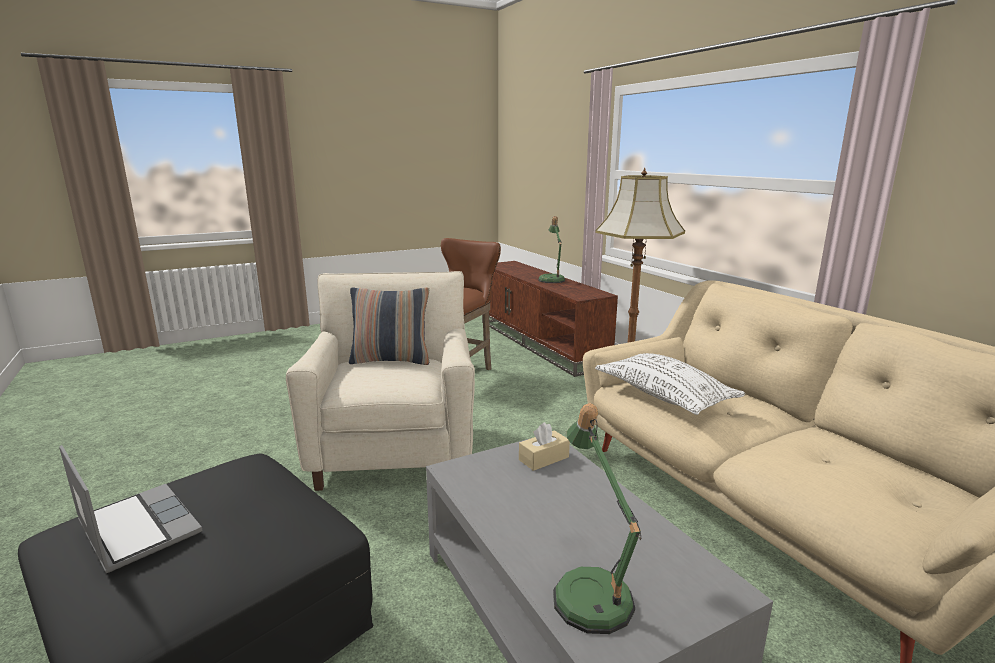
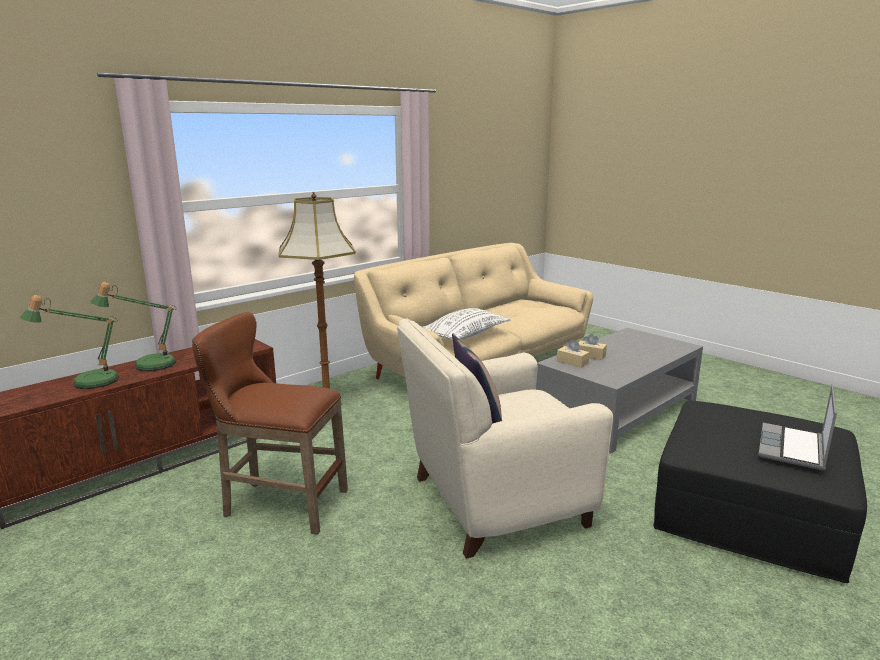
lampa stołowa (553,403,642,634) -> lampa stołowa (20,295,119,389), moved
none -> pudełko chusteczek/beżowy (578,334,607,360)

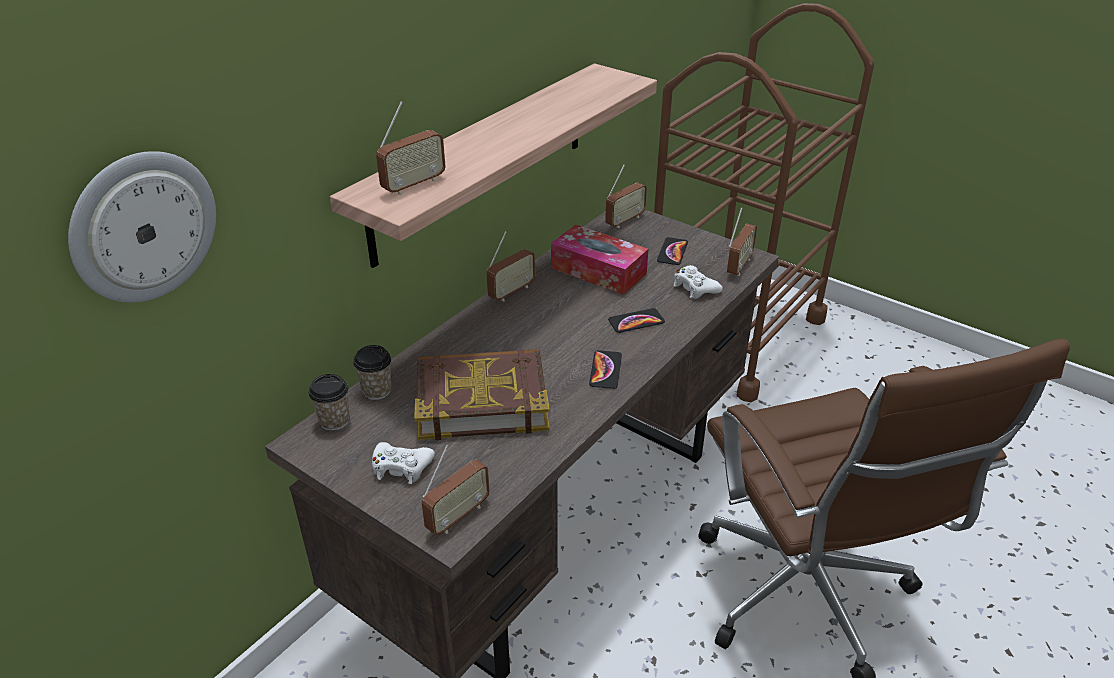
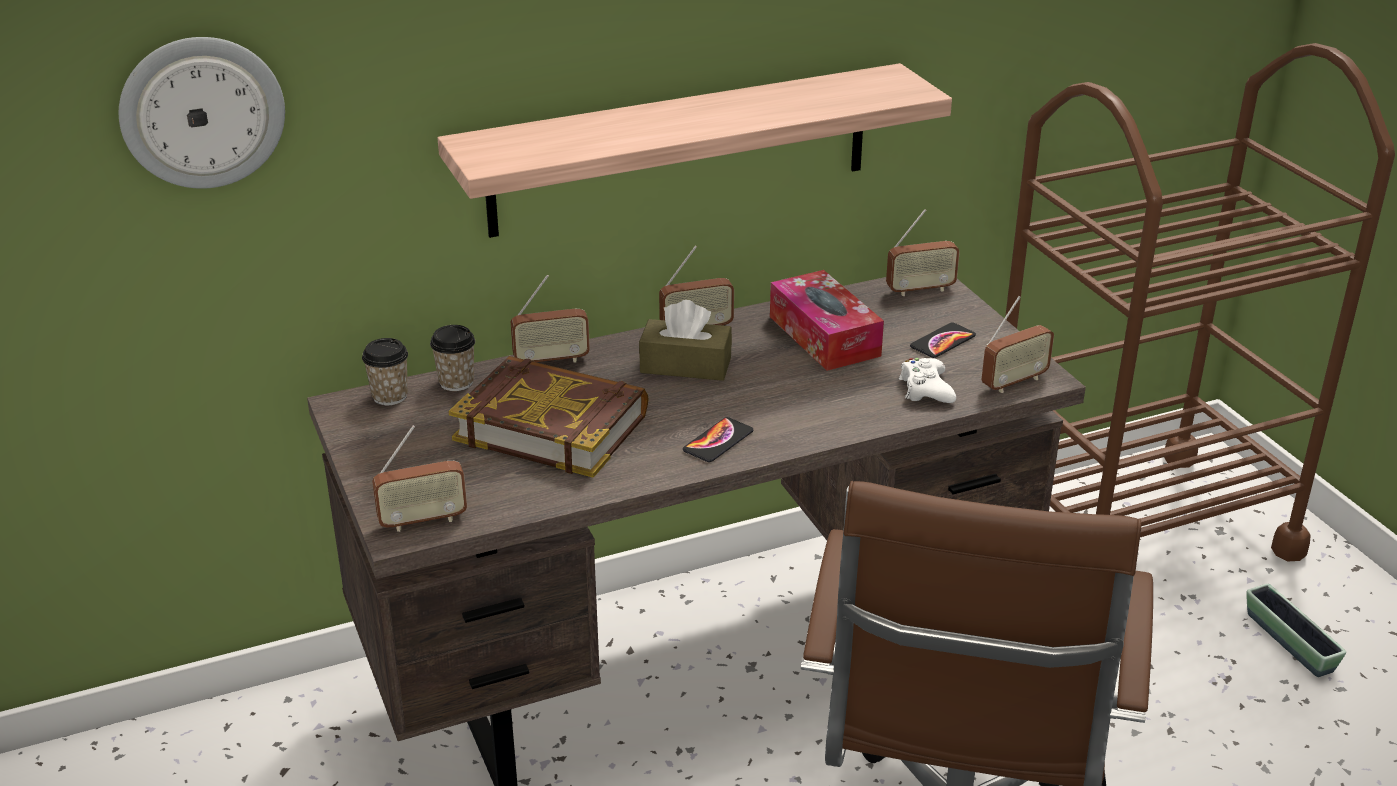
pad do gier/biały (372,442,435,484) -> none
radio (376,101,446,195) -> radio (511,275,590,363), moved
telefon (608,308,665,333) -> none
none -> pudełko chusteczek/brązowy (639,300,732,381)
none -> donica (1246,584,1346,677)

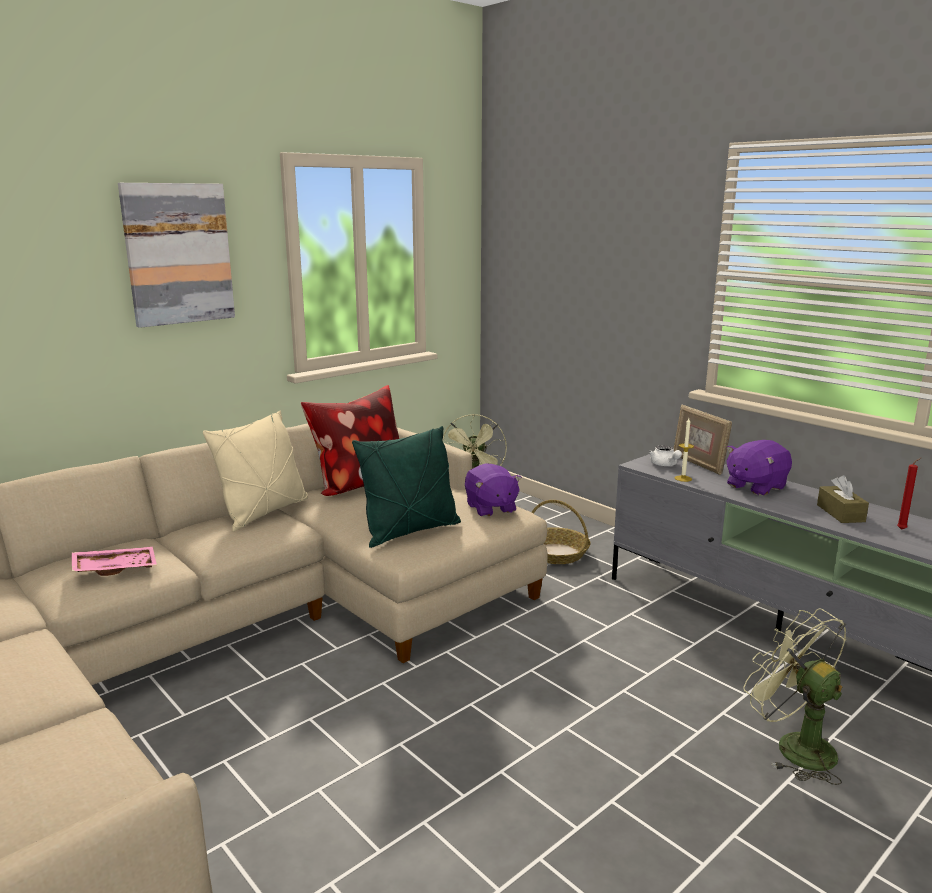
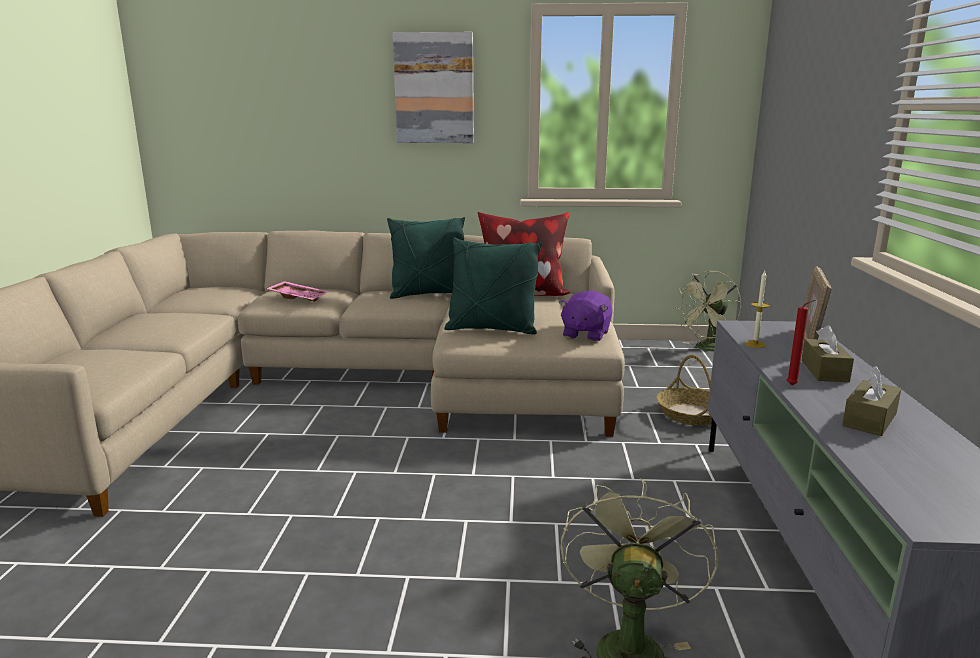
poduszka/beżowy (203,410,308,532) -> poduszka/zielony (387,217,465,299)
imbryk/biały (649,445,682,466) -> none
pluszak/fioletowy (726,440,792,496) -> pudełko chusteczek/brązowy (801,325,854,382)
świeca/czerwony (897,458,921,530) -> świeca/czerwony (787,300,815,385), moved

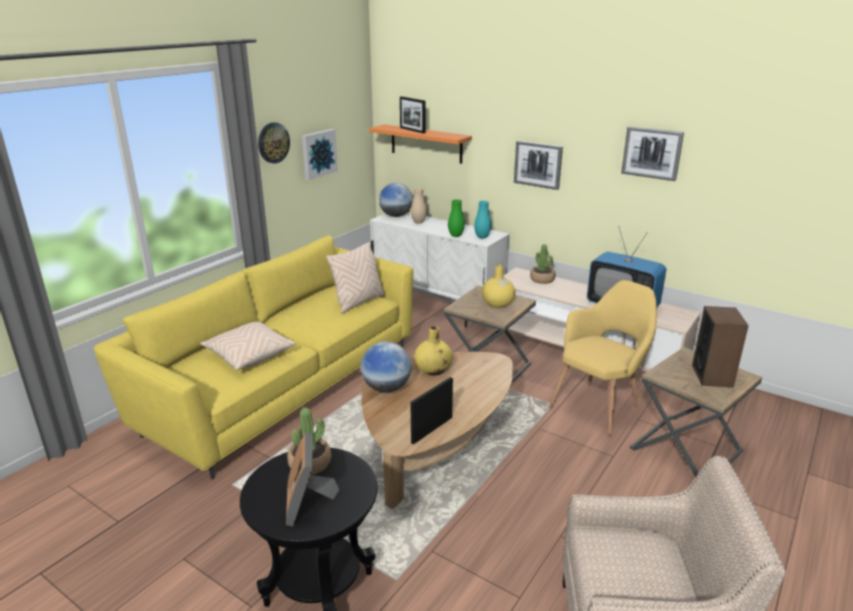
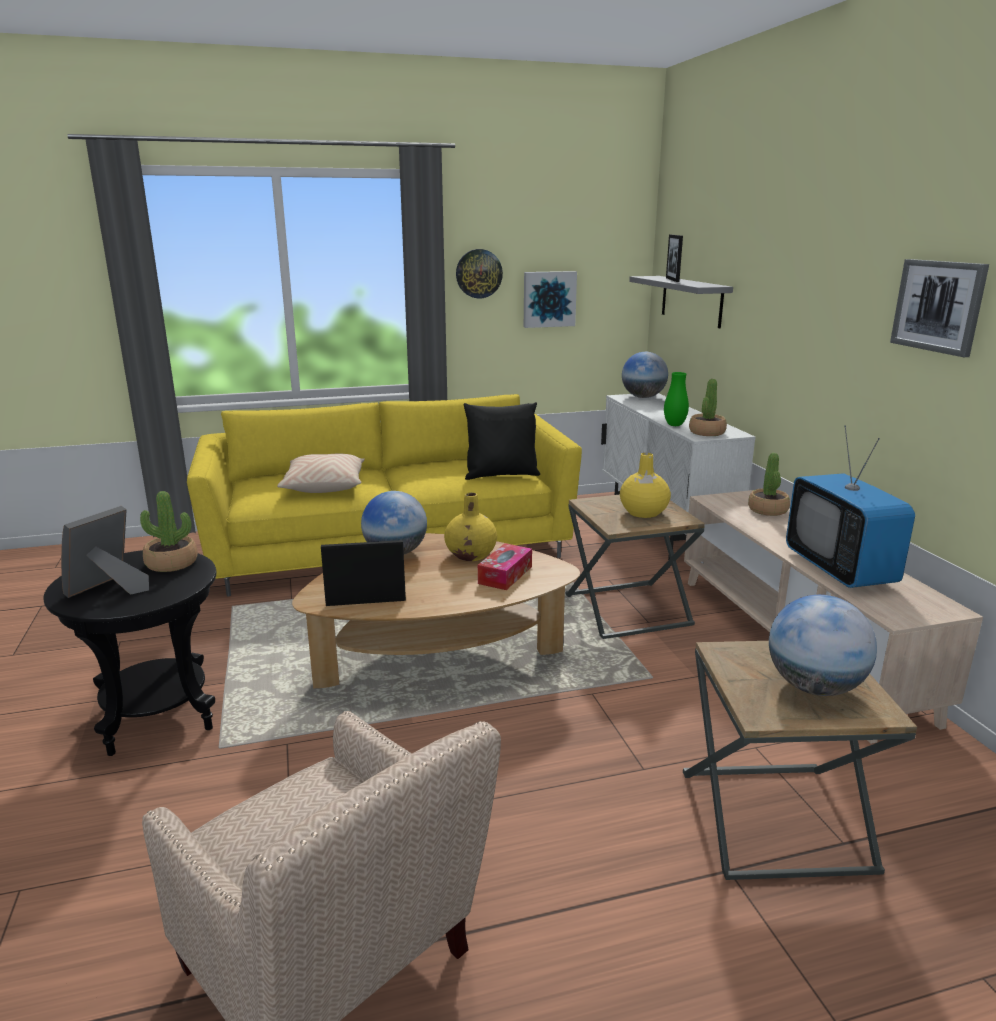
poduszka/beżowy (326,241,385,314) -> poduszka/czarny (464,402,540,480)
półka/pomarańczowy (369,124,472,164) -> półka/szary (629,276,733,329)
wazon/beżowy (411,188,427,224) -> none
wazon/turkusowy (474,201,491,238) -> roślina doniczkowa (689,379,727,436)
obraz (514,141,563,190) -> none
fotel/żółty (549,280,657,437) -> none
głośnik (692,306,749,388) -> globus (769,595,877,696)
none -> pudełko chusteczek (478,543,532,590)

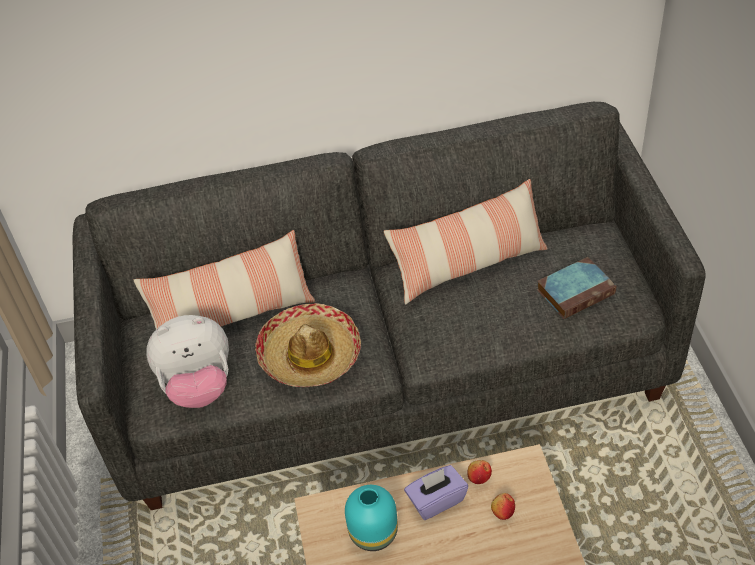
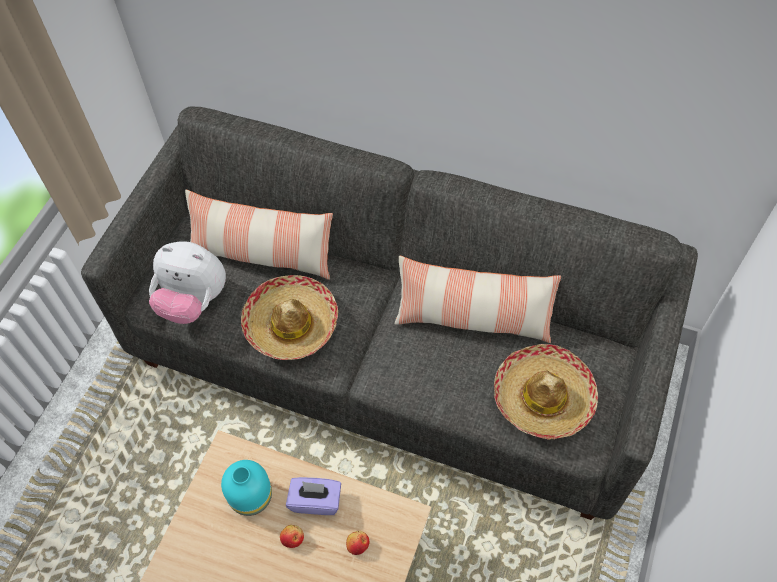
jabłko (467,460,492,484) -> jabłko (280,525,304,548), moved
książka (537,257,616,319) -> kapelusz (494,344,598,440)

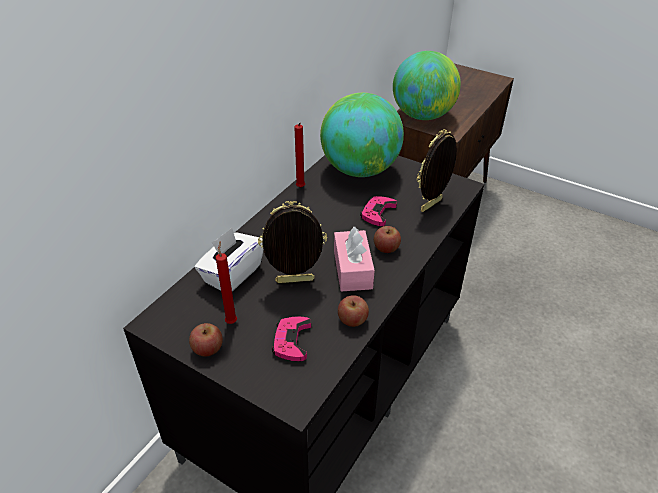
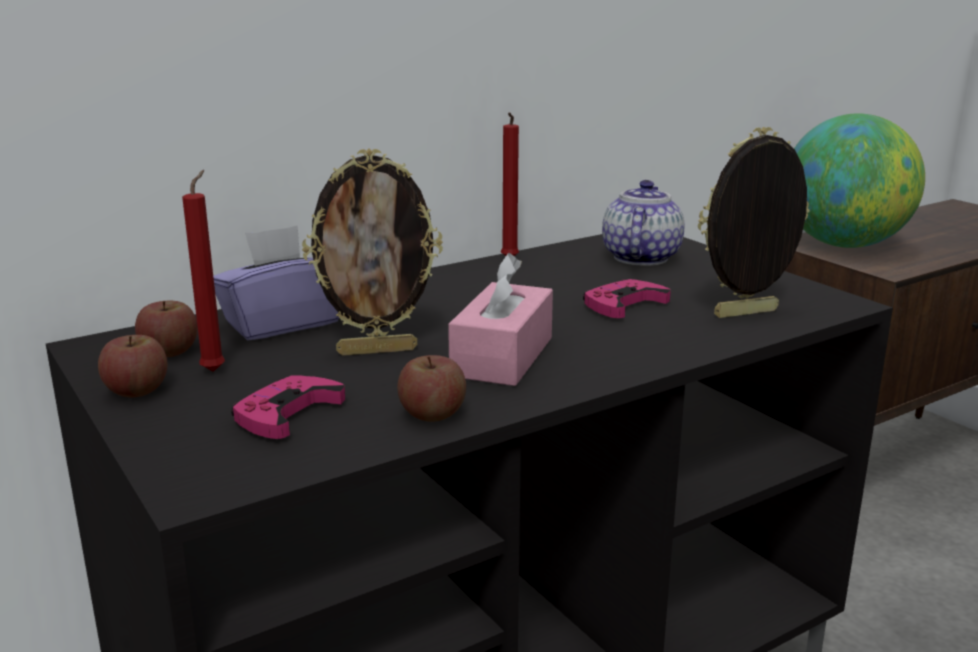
pudełko chusteczek/biały (195,228,263,291) -> pudełko chusteczek/fioletowy (213,225,339,340)
ramka na zdjęcie (258,201,327,283) -> ramka na zdjęcie (302,148,443,356), 150 degrees clockwise
globus (320,93,404,177) -> imbryk (602,180,684,266)
jabłko (374,226,401,253) -> jabłko (135,301,198,357), moved

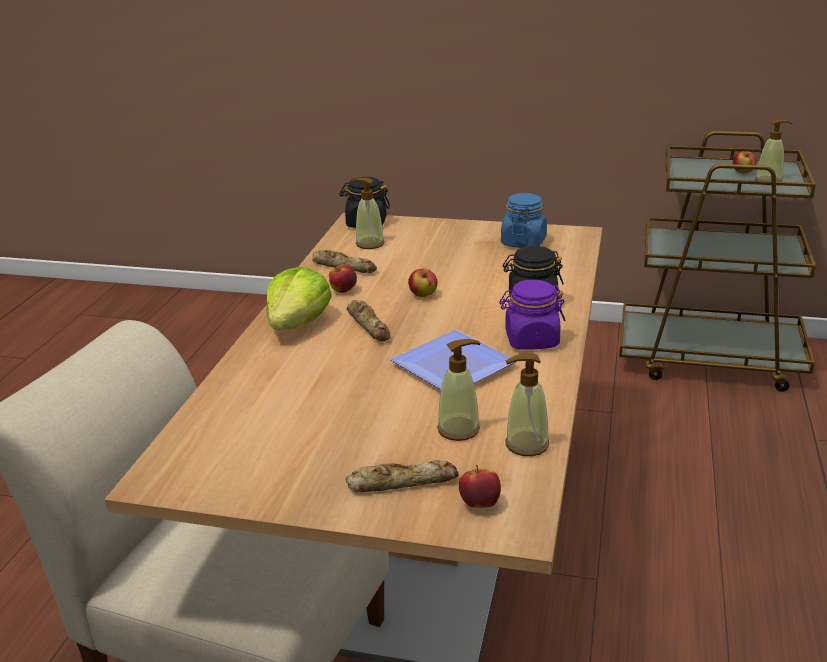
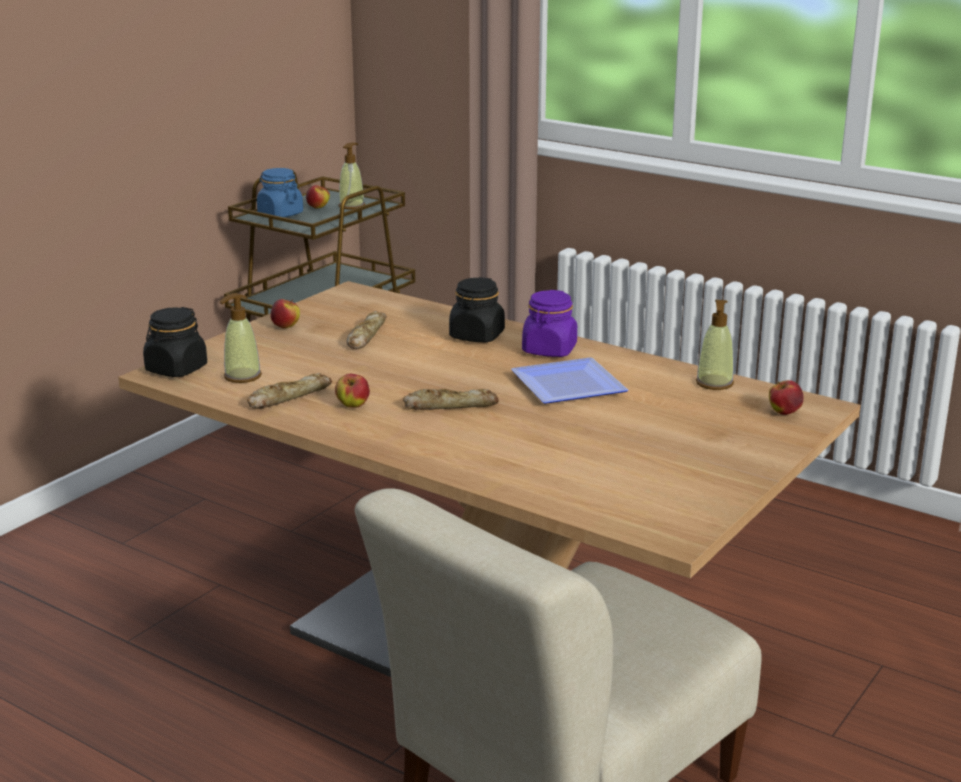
sałata (266,267,332,330) -> none
chleb (345,460,459,492) -> chleb (346,311,387,349), moved
jabłko (408,268,438,297) -> jabłko (270,299,300,329), moved
dozownik mydła (437,339,481,441) -> none
słoik/niebieski (501,193,547,248) -> słoik/niebieski (257,168,303,217), moved

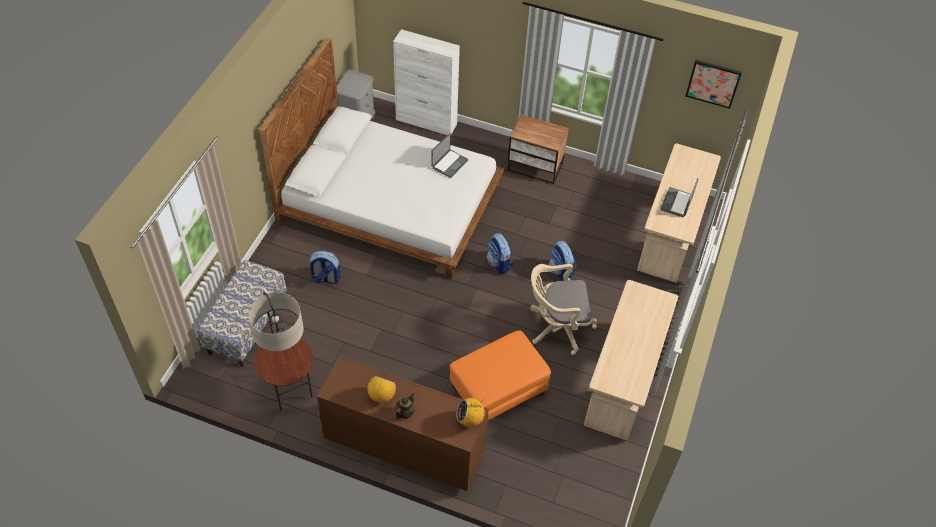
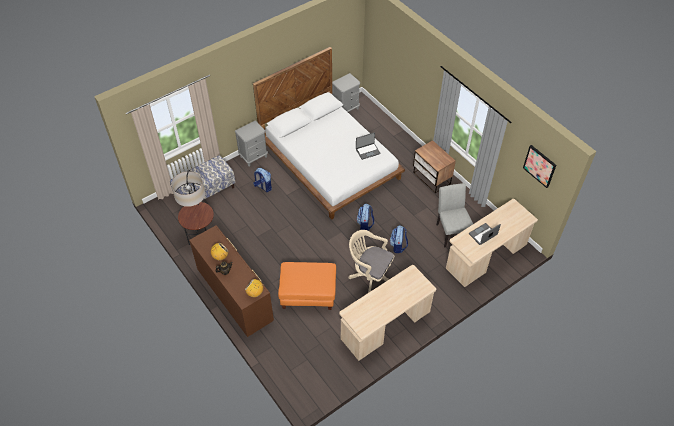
szafka/biały (393,29,460,135) -> none
none -> szafka nocna/szary (234,120,268,166)
none -> krzesło/szary (436,183,473,248)

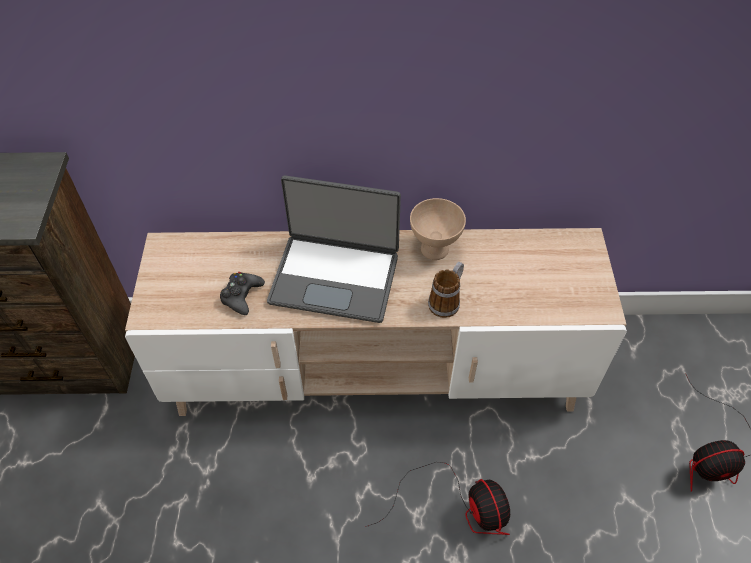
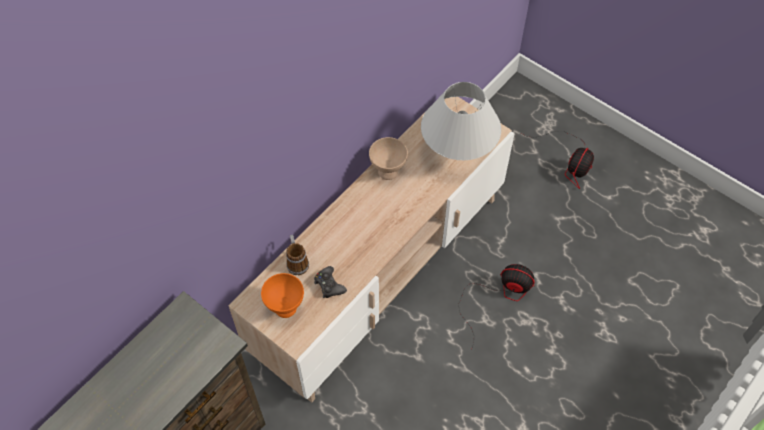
laptop (267,175,401,323) -> none
kubek (428,262,464,318) -> kubek (286,235,309,275), moved
none -> miska/pomarańczowy (261,273,304,318)
none -> lampa stołowa/biały (421,82,501,160)

